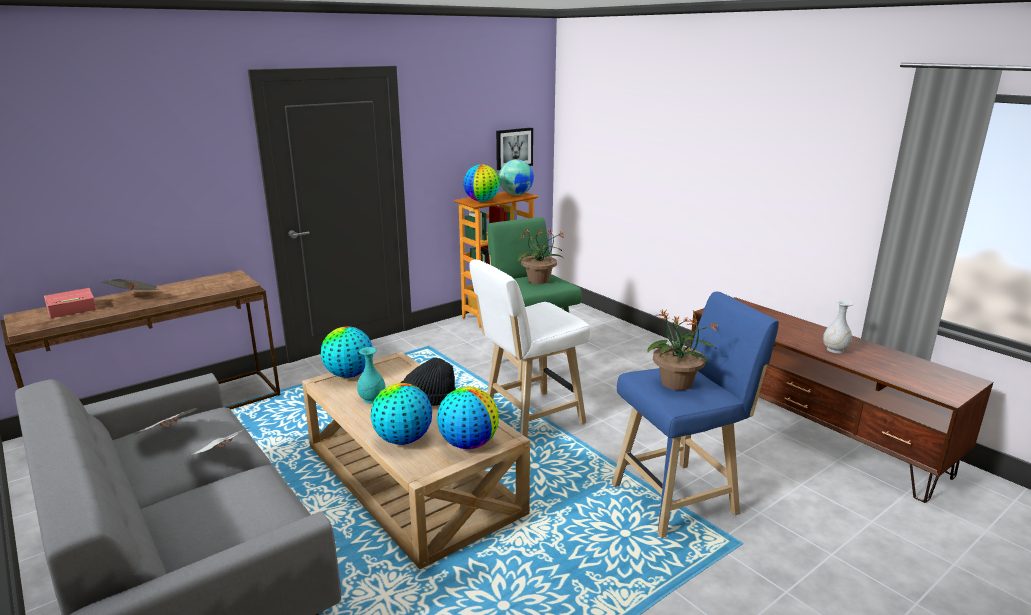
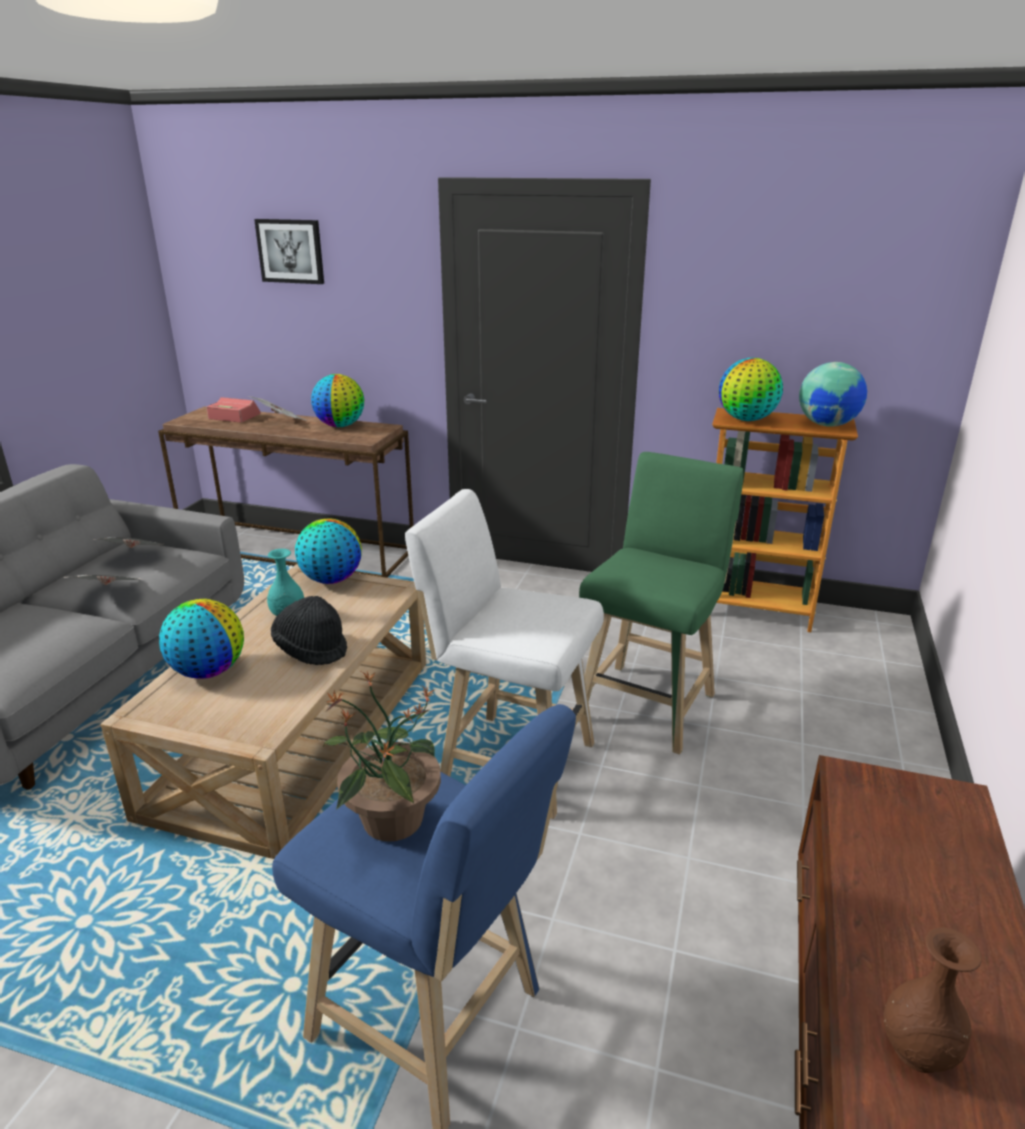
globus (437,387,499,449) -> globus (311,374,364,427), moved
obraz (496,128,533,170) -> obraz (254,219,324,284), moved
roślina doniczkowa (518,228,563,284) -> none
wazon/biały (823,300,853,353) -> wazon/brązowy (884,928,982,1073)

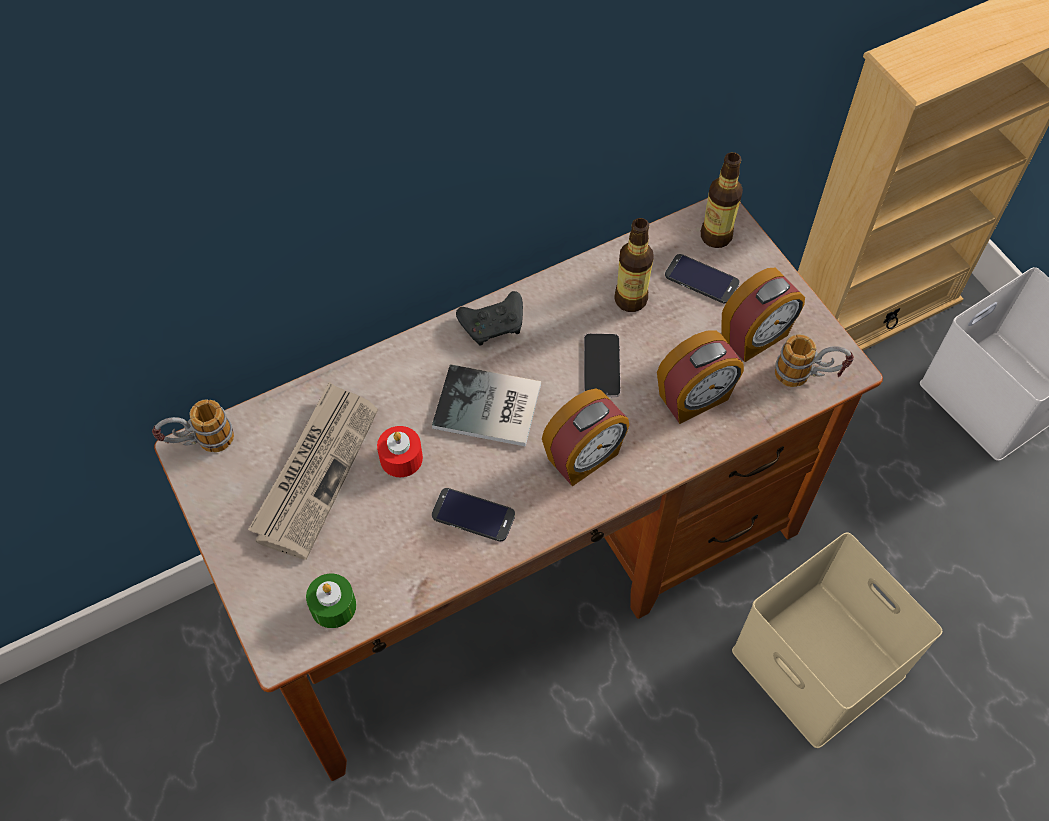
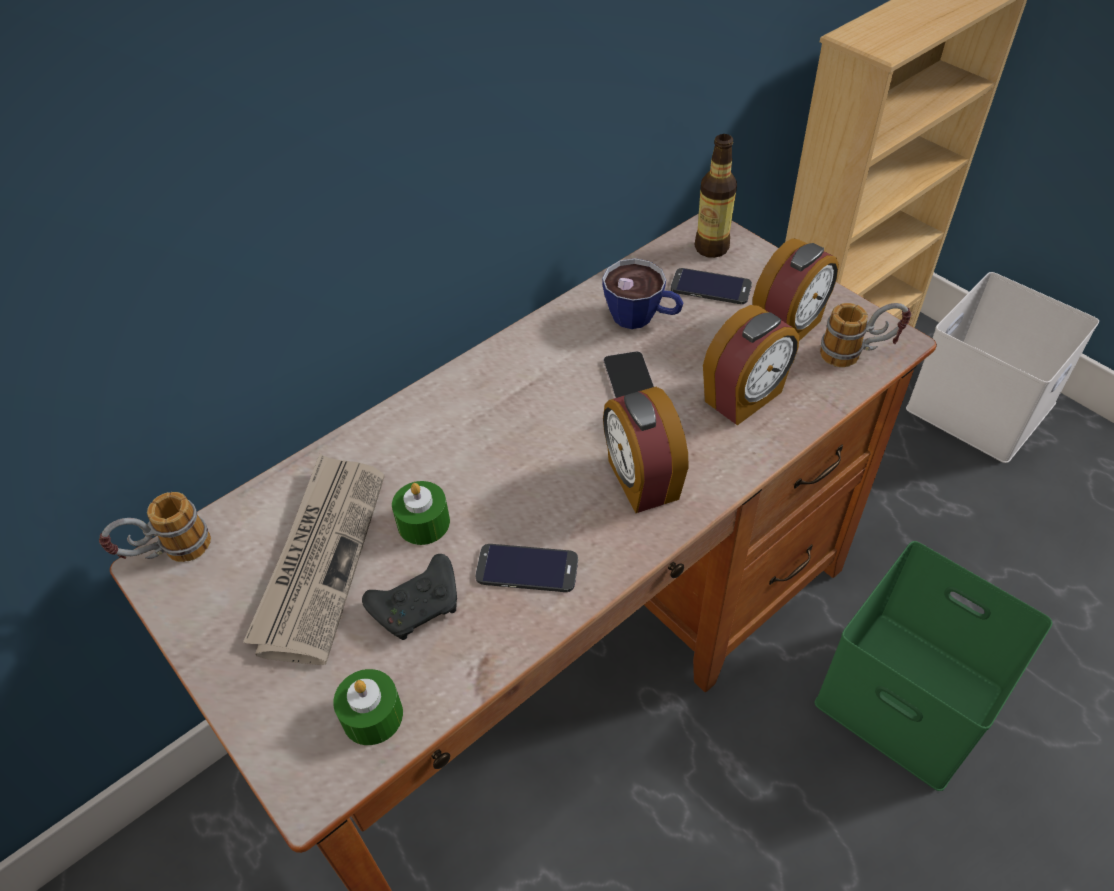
świeca/czerwony (377,426,423,477) -> świeca/zielony (392,481,450,545)
książka (432,364,541,447) -> none
pad do gier/czarny (456,291,523,346) -> pad do gier/czarny (362,554,457,640), moved
budzik (542,388,630,486) -> budzik (603,387,688,513), 120 degrees clockwise
butelka (614,218,654,312) -> filiżanka (602,258,683,329)
pojemnik do przechowywania/beżowy (732,532,942,748) -> pojemnik do przechowywania/zielony (815,541,1053,791)

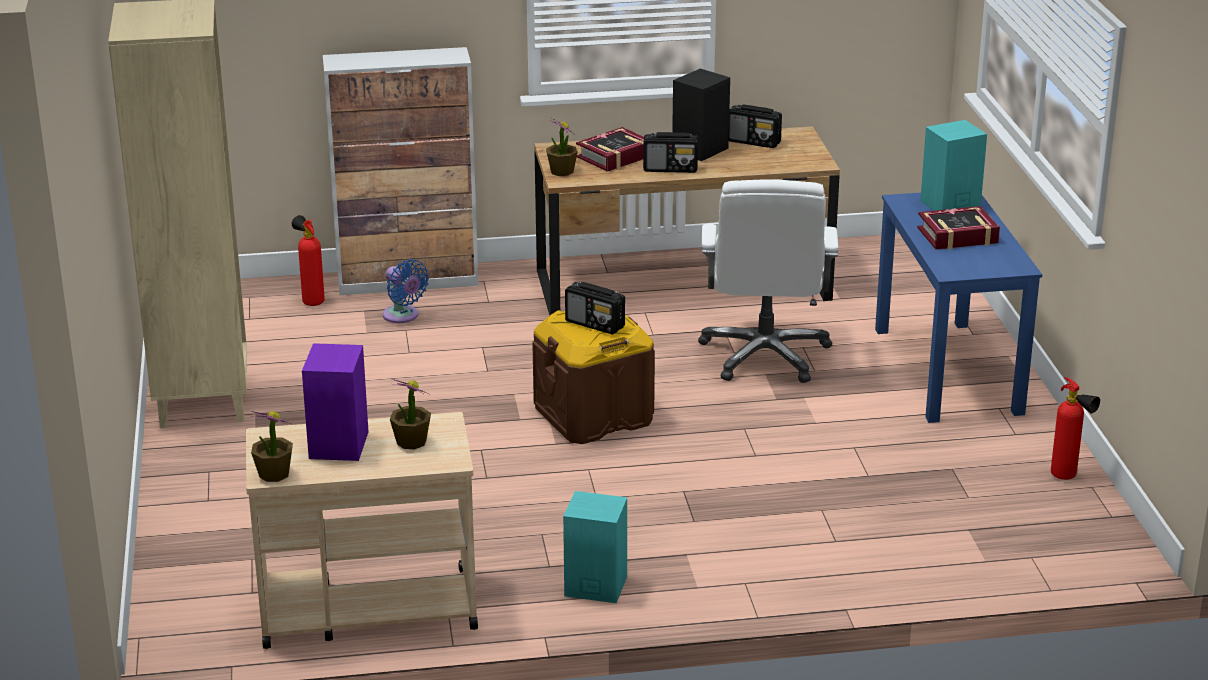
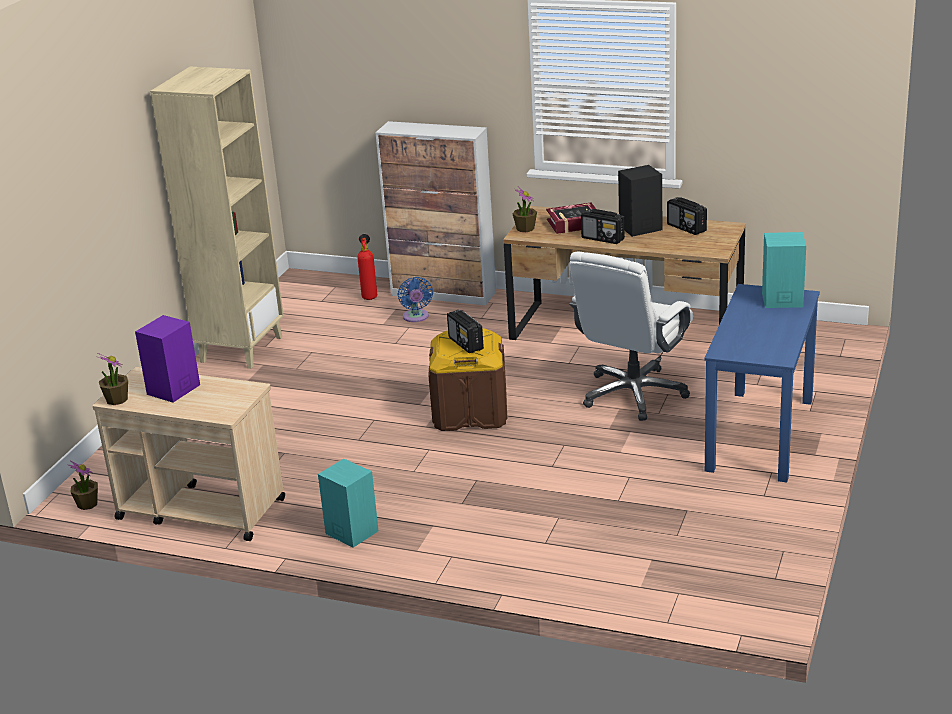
roślina doniczkowa (390,379,431,449) -> roślina doniczkowa (69,461,98,510), moved
książka (917,206,1000,250) -> none
gaśnica (1051,377,1100,480) -> none

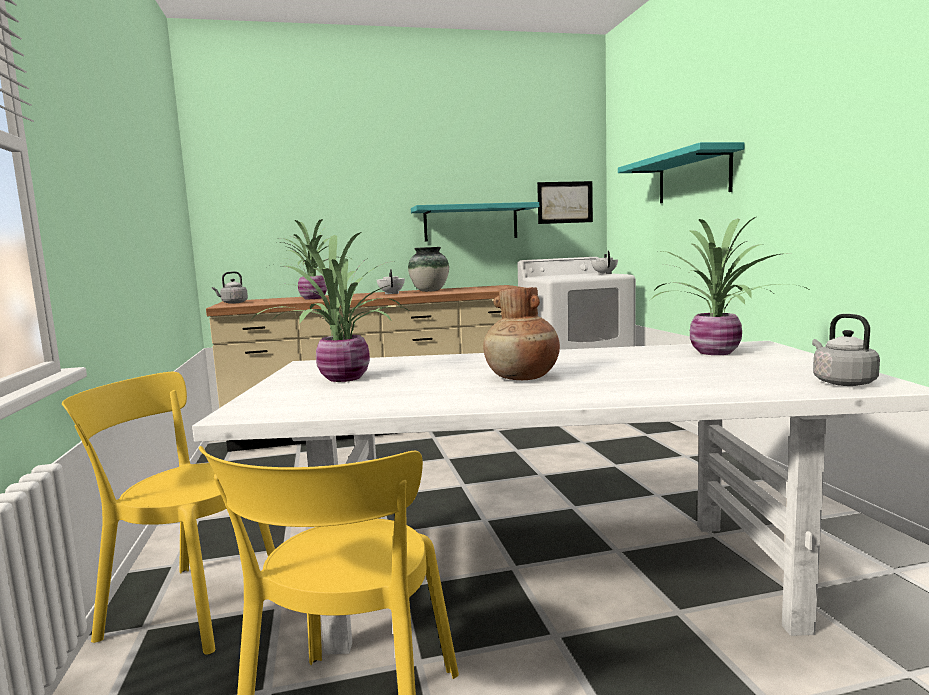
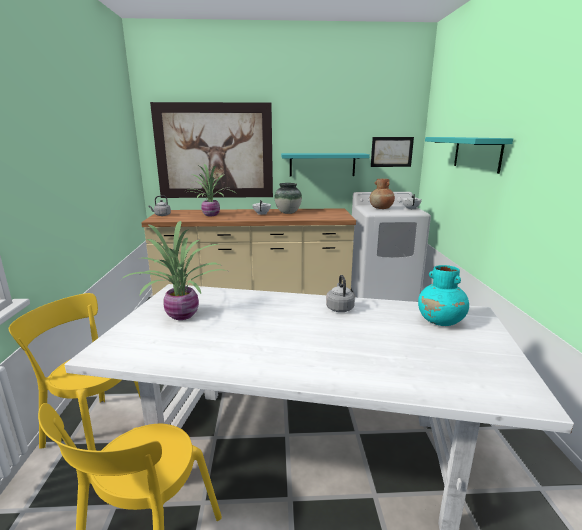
wazon/brązowy (483,287,560,380) -> wazon/brązowy (370,179,395,209), moved
roślina doniczkowa (651,217,811,355) -> wazon/turkusowy (418,265,469,326)
czajnik/szary (812,314,880,386) -> czajnik/szary (326,275,355,312), moved
none -> obraz (150,102,273,198)

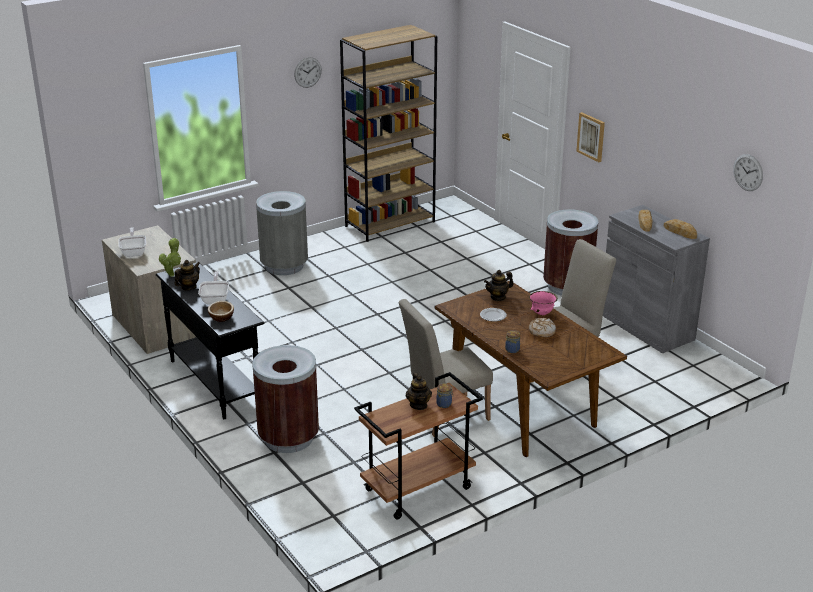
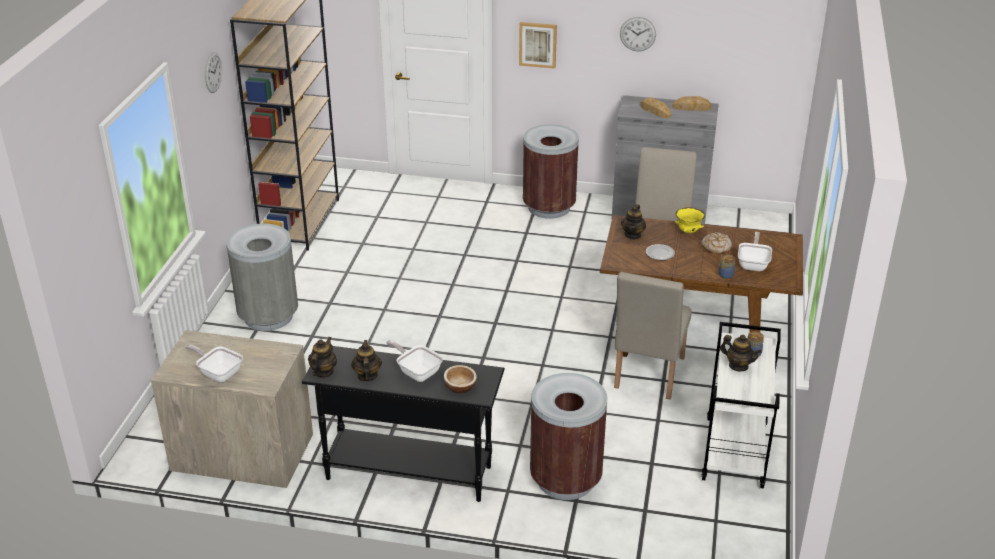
roślina doniczkowa (159,238,181,277) -> imbryk (308,337,337,378)
wózek/brązowy (354,372,483,520) -> wózek/biały (702,322,781,488)
miska/różowy (529,291,558,315) -> miska/żółty (675,207,705,233)
zegar ścienny (733,154,763,191) -> zegar ścienny (620,17,656,51), moved
none -> patelnia (738,232,772,271)

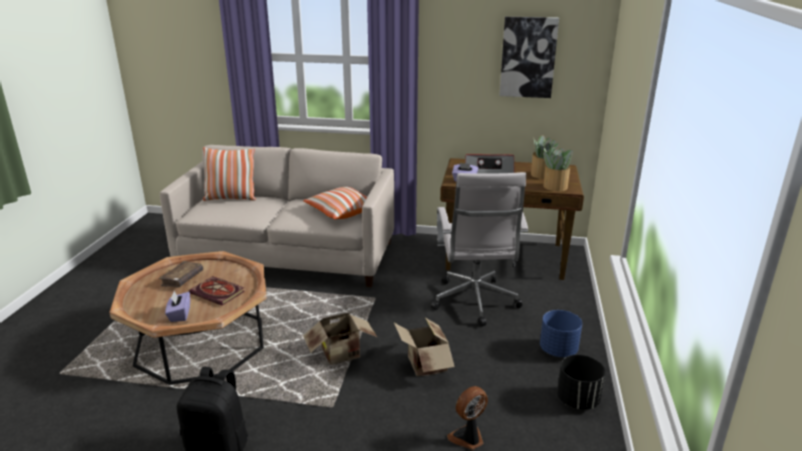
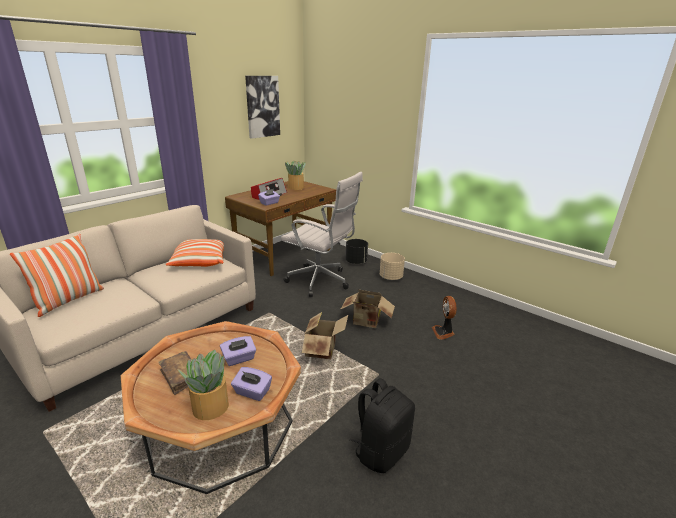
książka (189,276,245,305) -> pudełko chusteczek/fioletowy (220,336,256,366)
donica/niebieski (540,310,582,357) -> donica/beżowy (380,253,405,280)
roślina doniczkowa (543,147,573,191) -> roślina doniczkowa (177,350,229,420), moved
donica/czarny (557,355,606,410) -> donica/czarny (345,239,368,264), moved

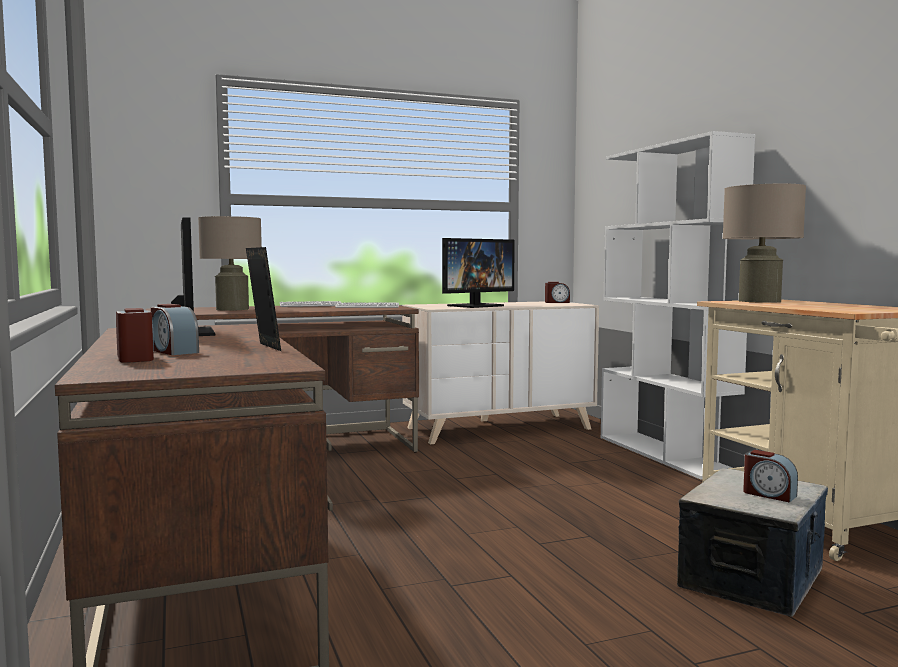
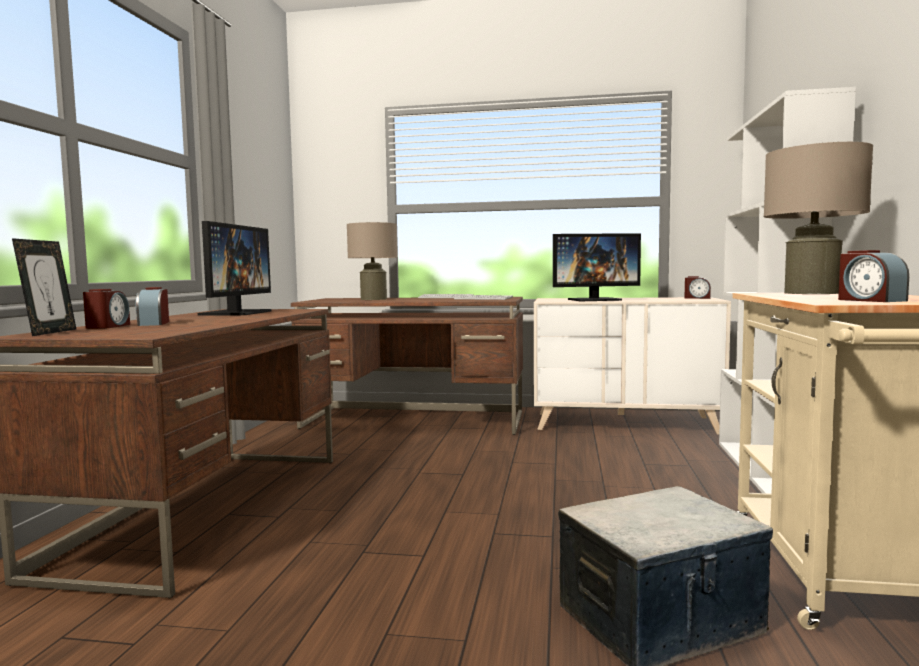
ramka na zdjęcie (246,247,281,351) -> ramka na zdjęcie (12,238,76,336), moved
budzik (743,450,798,503) -> budzik (838,250,909,302), moved

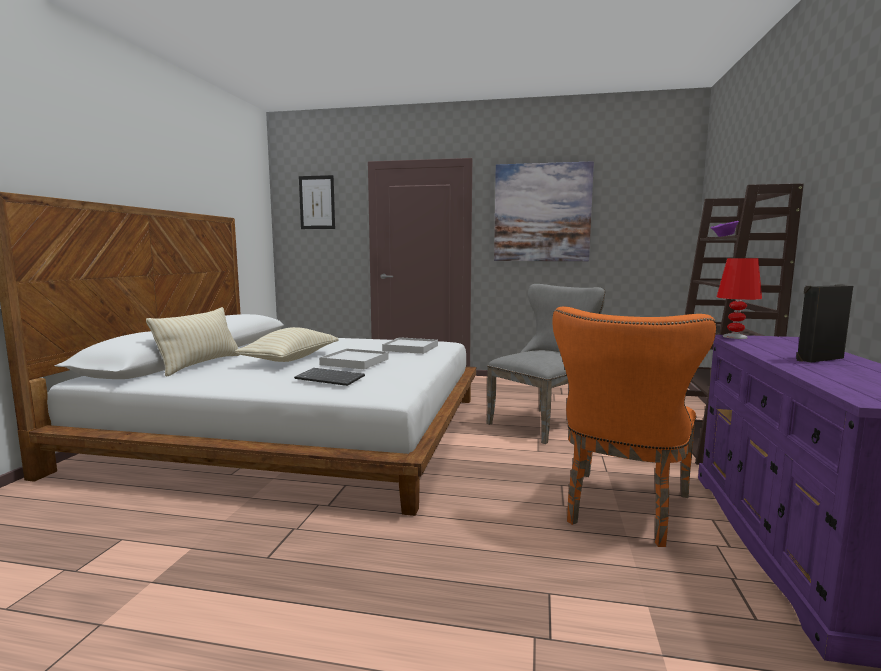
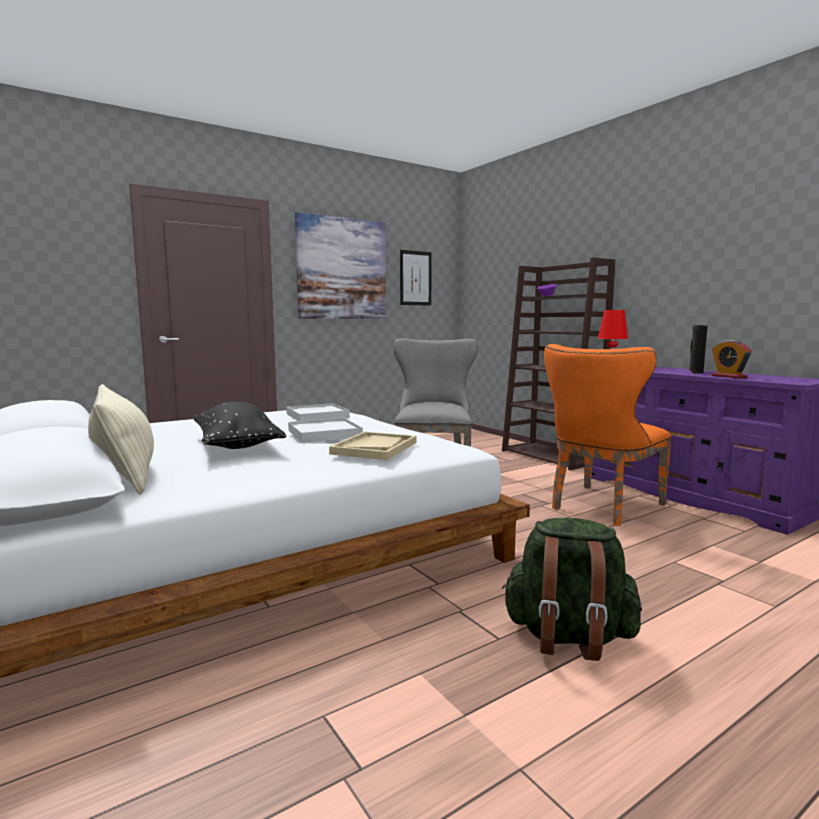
poduszka/beżowy (235,327,338,362) -> poduszka/czarny (193,402,286,449)
klawiatura (294,368,365,386) -> taca/beżowy (329,431,417,460)
obraz (299,175,335,229) -> obraz (400,250,432,306), moved
krzesło/pomarańczowy (552,306,716,547) -> krzesło/pomarańczowy (544,344,672,526), 60 degrees clockwise
none -> plecak/zielony (502,518,642,661)
none -> budzik (711,340,752,378)

